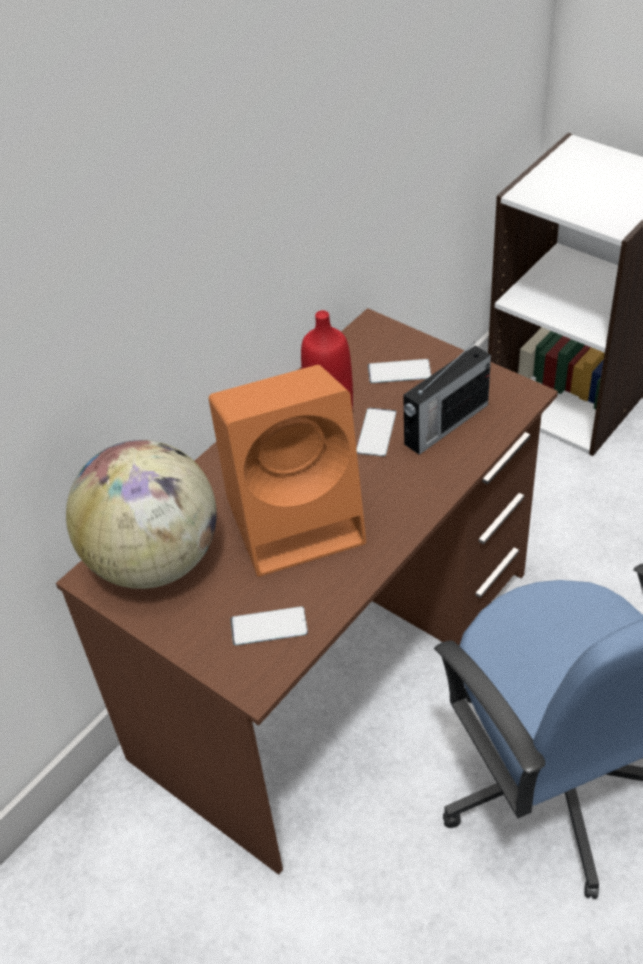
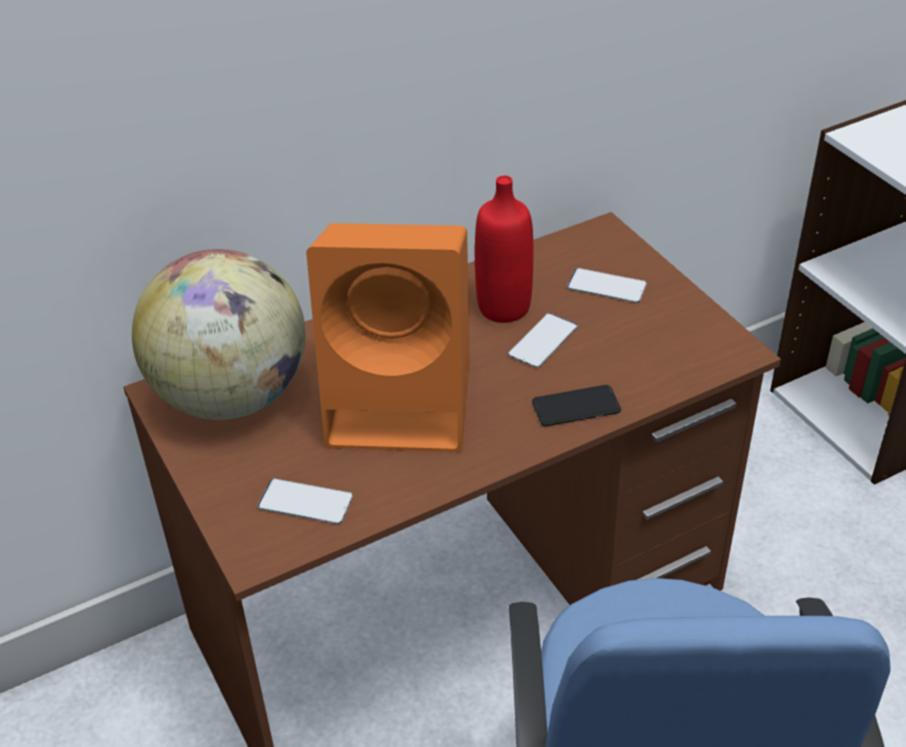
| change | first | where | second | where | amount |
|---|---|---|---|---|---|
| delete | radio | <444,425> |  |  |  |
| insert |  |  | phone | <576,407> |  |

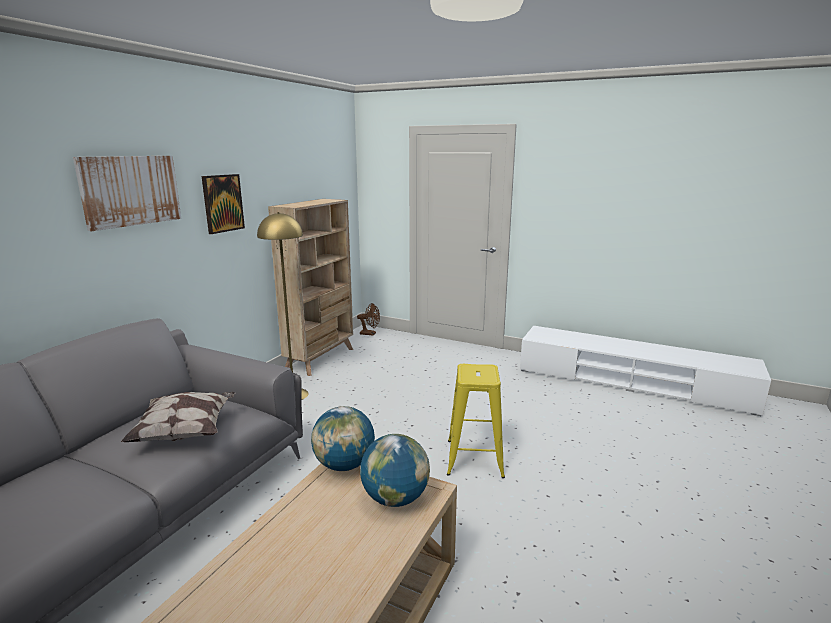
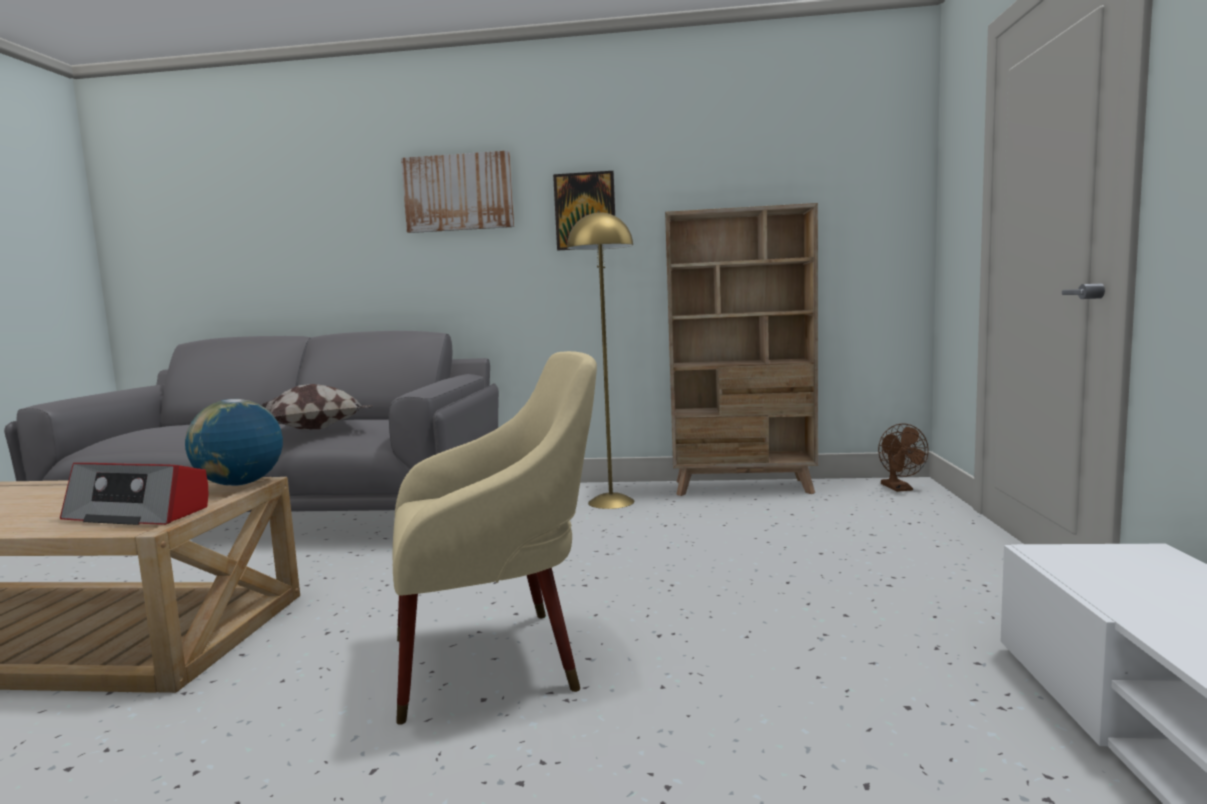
| change | first | where | second | where | amount |
|---|---|---|---|---|---|
| replace | globe | <395,498> | radio | <139,513> |  |
| replace | yellow_stool | <474,458> | beige_armchair | <499,659> |  |

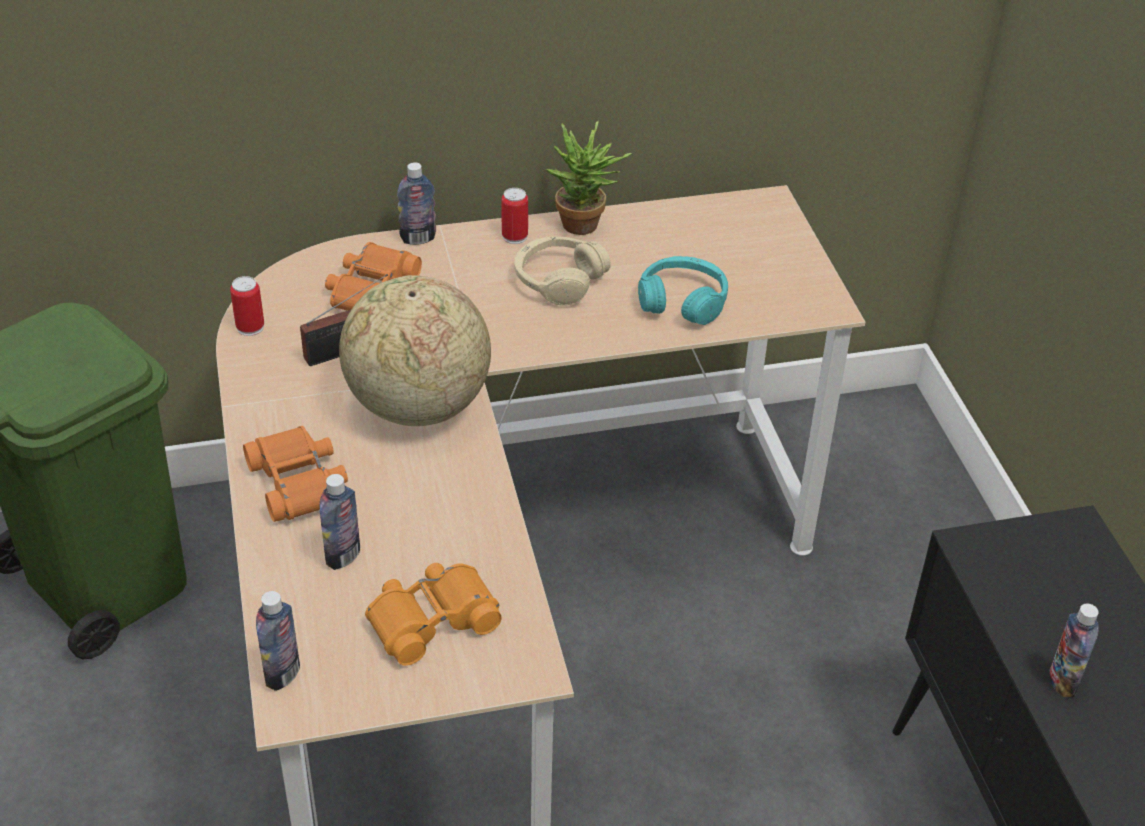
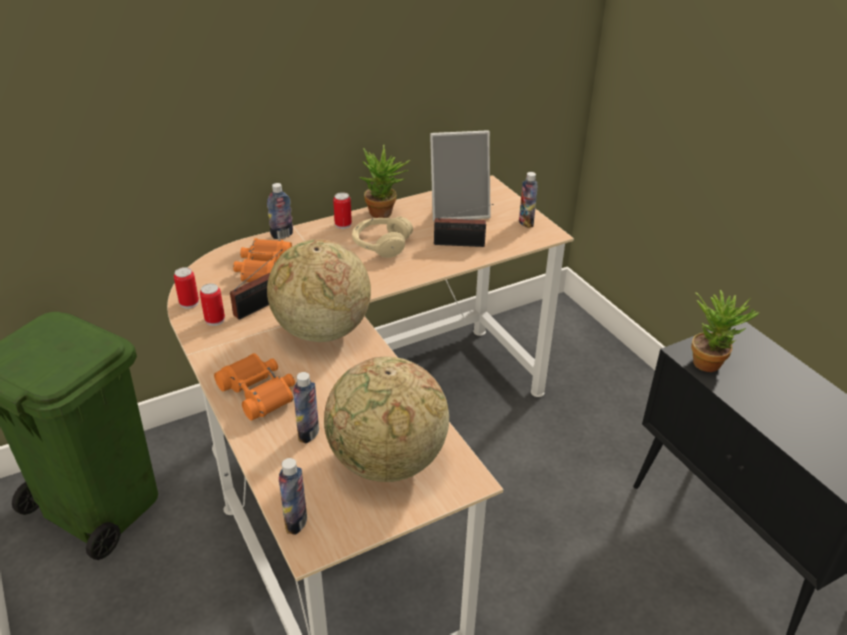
| change | first | where | second | where | amount |
|---|---|---|---|---|---|
| replace | orange_binoculars | <431,619> | globe | <387,462> |  |
| replace | turquoise_headphones | <682,301> | radio | <462,244> |  |
| move | bottle | <1062,681> |  | <526,223> |  |
| insert |  |  | can | <215,320> |  |
| insert |  |  | picture_frame | <459,210> |  |
| insert |  |  | potted_plant | <711,361> |  |

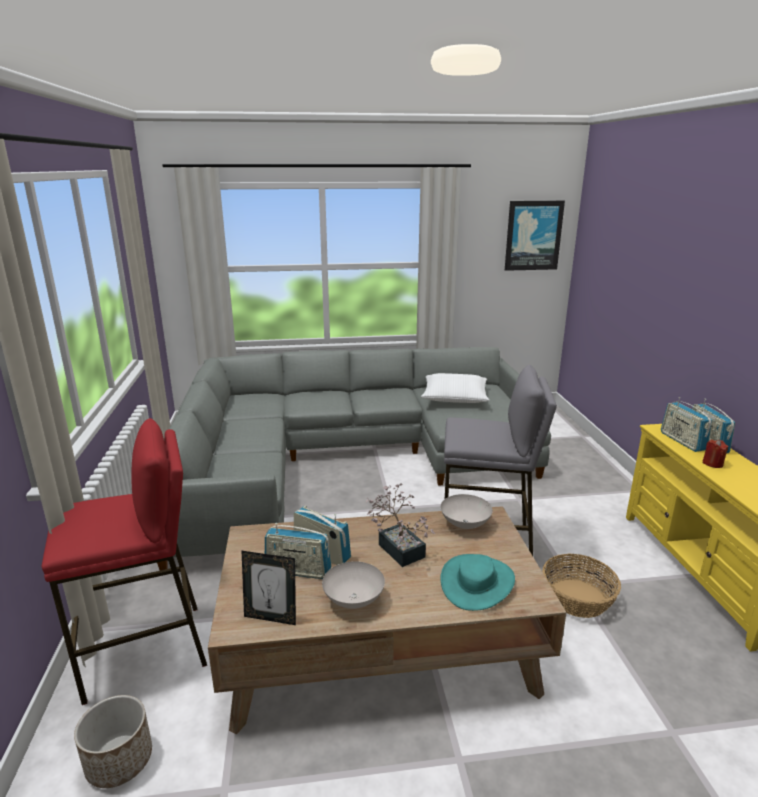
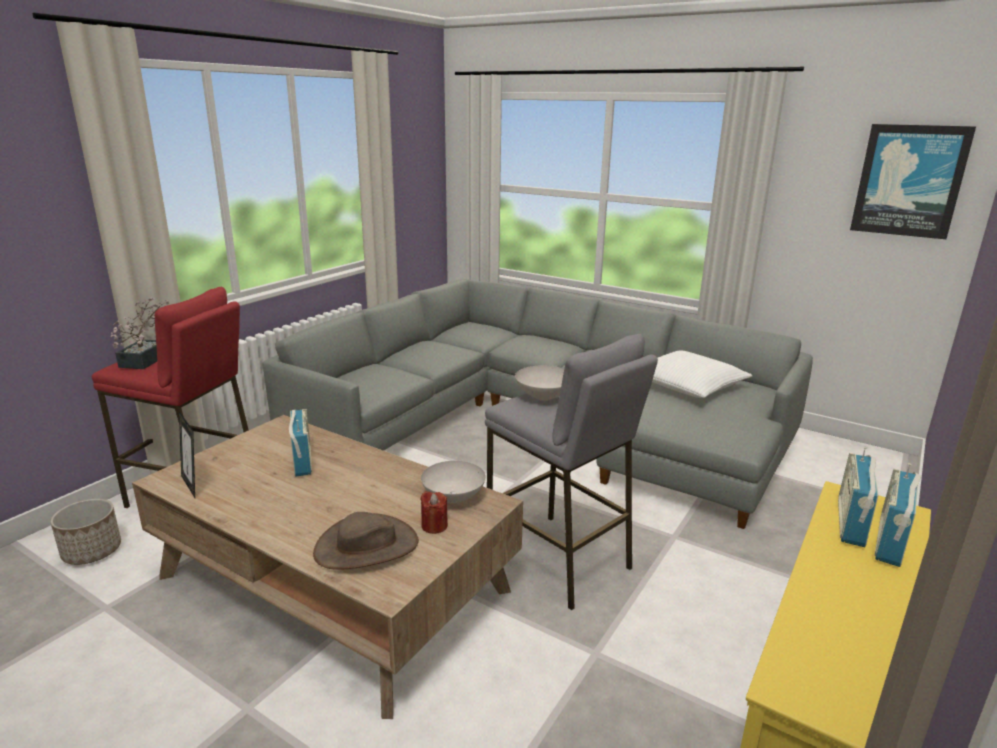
| change | first | where | second | where | amount |
|---|---|---|---|---|---|
| delete | radio | <298,571> |  |  |  |
| move | white_bowl | <352,600> |  | <543,396> |  |
| move | potted_plant | <398,547> |  | <148,359> |  |
| recolor | turquoise_hat | <477,582> | brown_hat | <366,547> |  |
| delete | basket | <576,598> |  |  |  |
| move | red_candle | <712,463> |  | <434,526> |  |

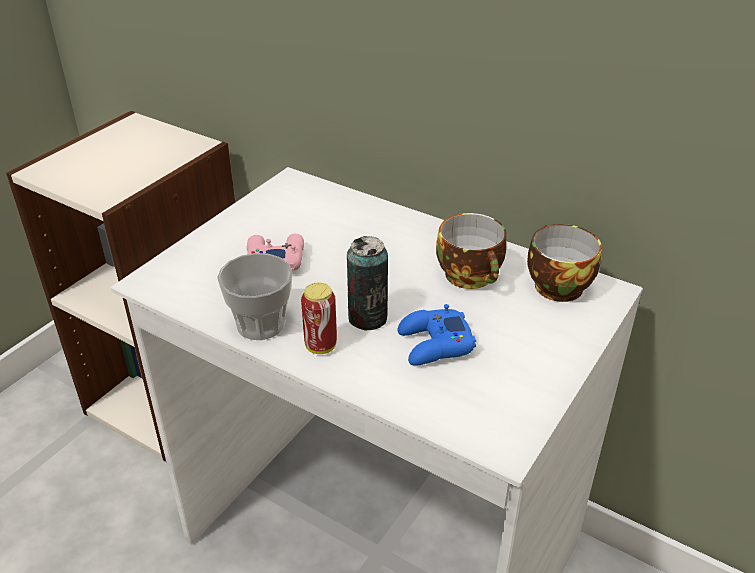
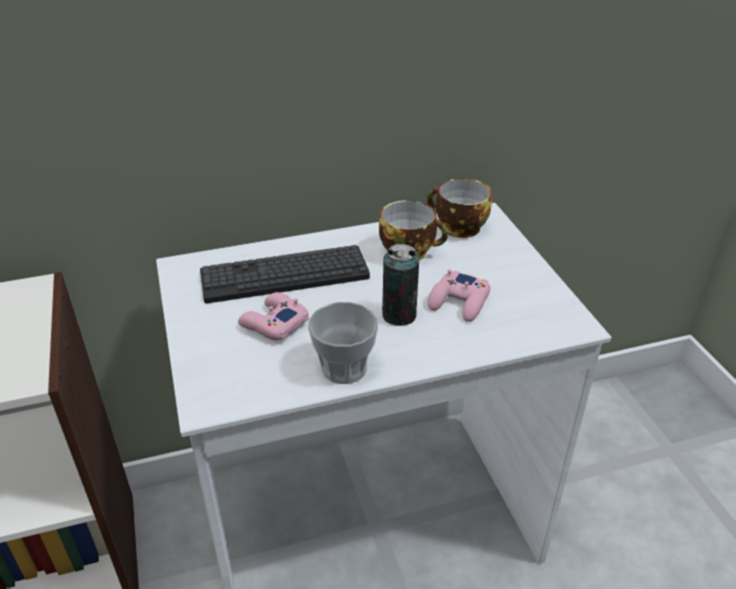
| change | first | where | second | where | amount |
|---|---|---|---|---|---|
| delete | can | <321,346> |  |  |  |
| recolor | blue_game_controller | <434,344> | pink_game_controller | <459,302> |  |
| insert |  |  | keyboard | <285,275> |  |

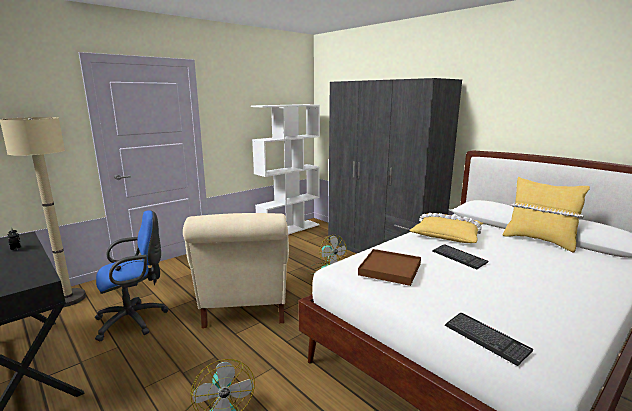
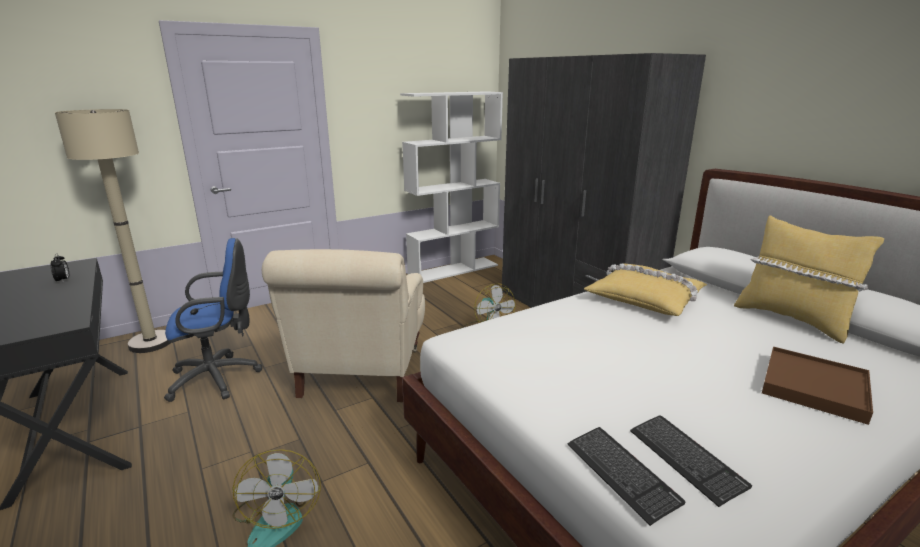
| change | first | where | second | where | amount |
|---|---|---|---|---|---|
| move | brown_tray | <389,269> |  | <814,387> |  |
| move | keyboard | <459,257> |  | <685,459> |  |

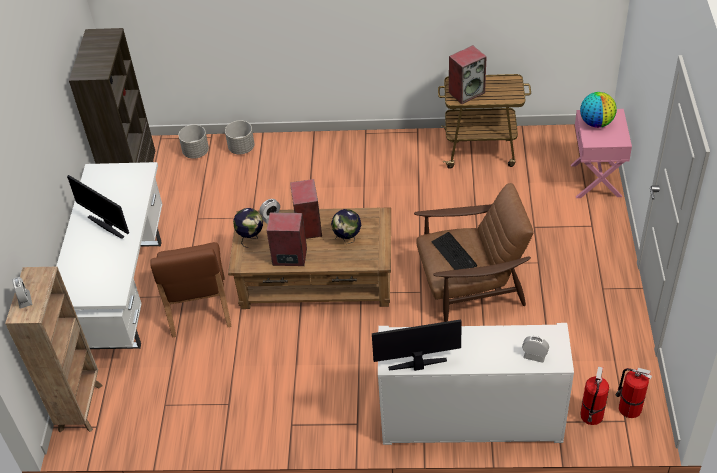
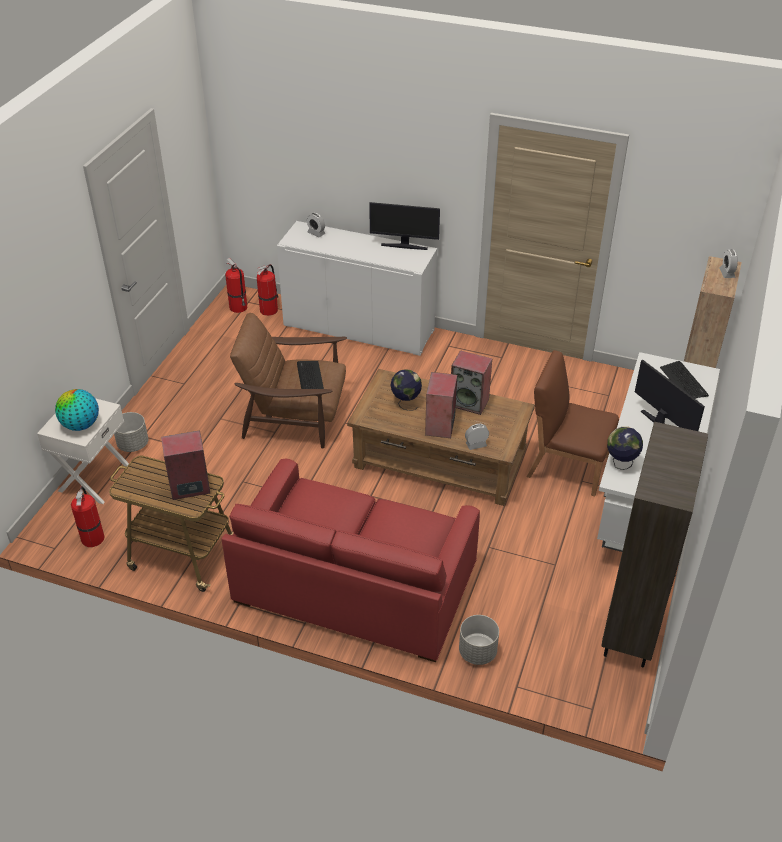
| change | first | where | second | where | amount |
|---|---|---|---|---|---|
| rotate | brown_chair | <198,307> |  | <567,465> | 75 degrees counterclockwise |
| move | grey_planter | <196,152> |  | <133,444> |  |
| move | globe | <251,238> |  | <620,463> |  |
| recolor | pink_nightstand | <596,180> | white_nightstand | <94,478> |  |
| insert |  |  | fire_extinguisher | <92,537> |  |
| insert |  |  | red_sofa | <354,583> |  |
| insert |  |  | keyboard | <684,381> |  |

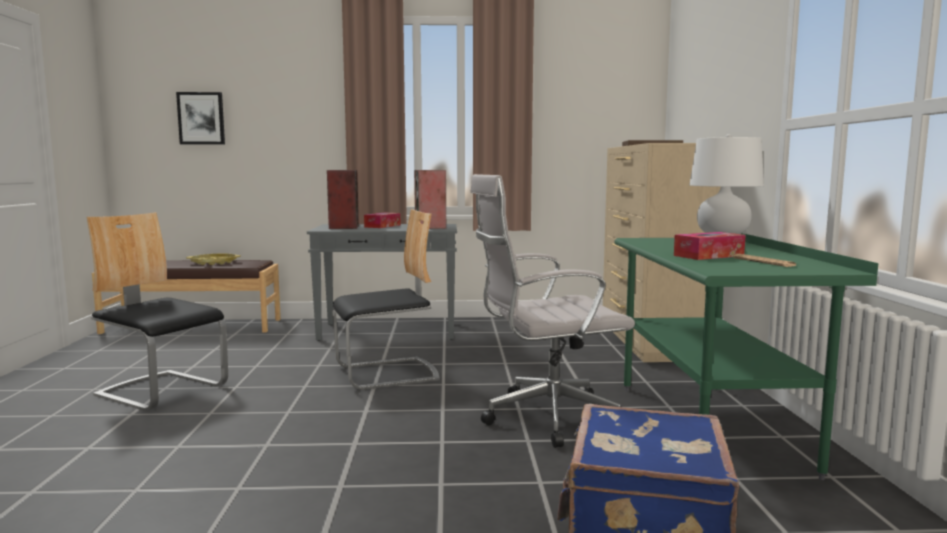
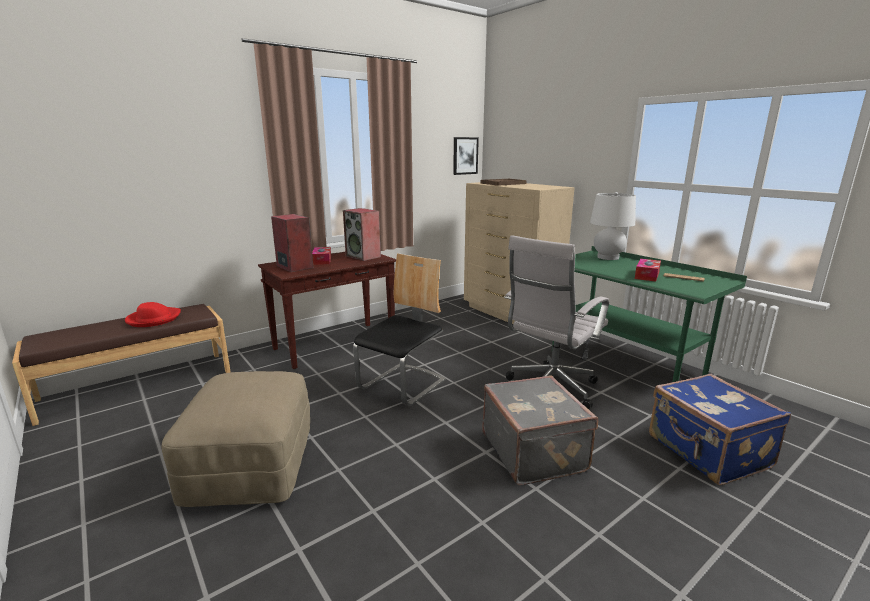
| change | first | where | second | where | amount |
|---|---|---|---|---|---|
| replace | chair | <162,390> | beige_ottoman | <250,465> |  |
| move | picture | <201,118> |  | <465,156> |  |
| replace | yellow_tray | <214,262> | red_hat | <153,319> |  |
| recolor | grey_console_table | <389,331> | brown_console_table | <335,344> |  |
| insert |  |  | grey_suitcase | <534,451> |  |

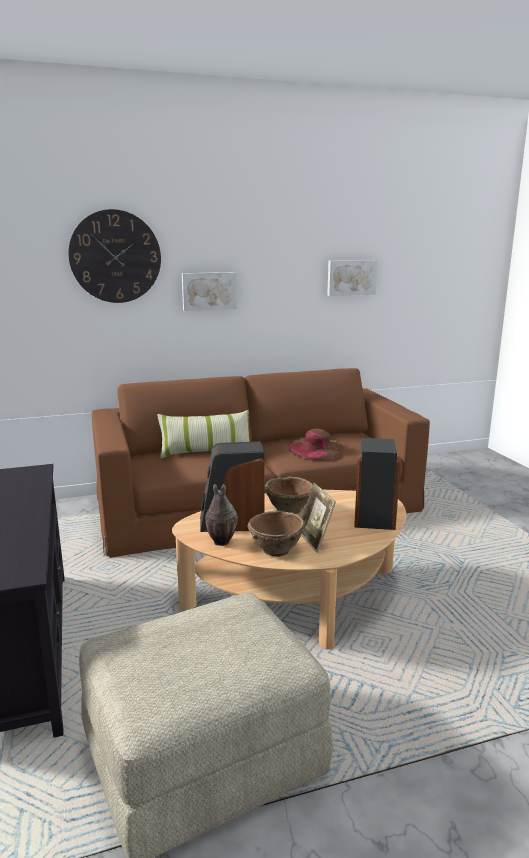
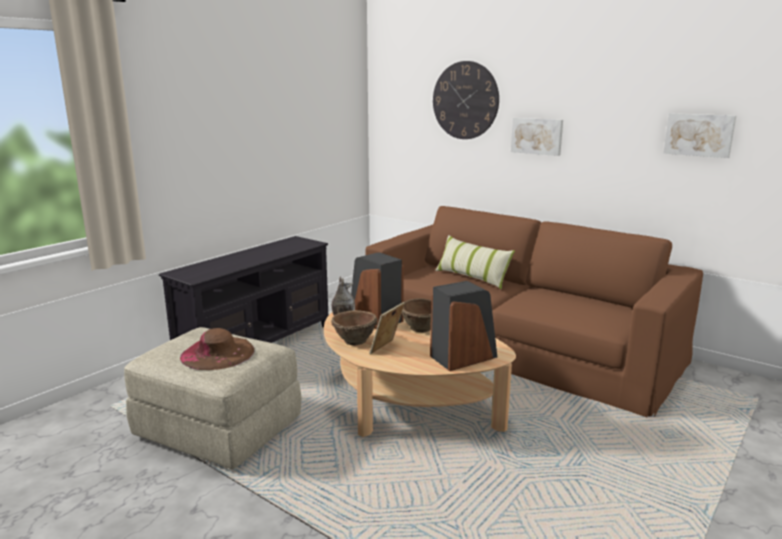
| change | first | where | second | where | amount |
|---|---|---|---|---|---|
| move | brown_hat | <316,448> |  | <217,353> |  |

